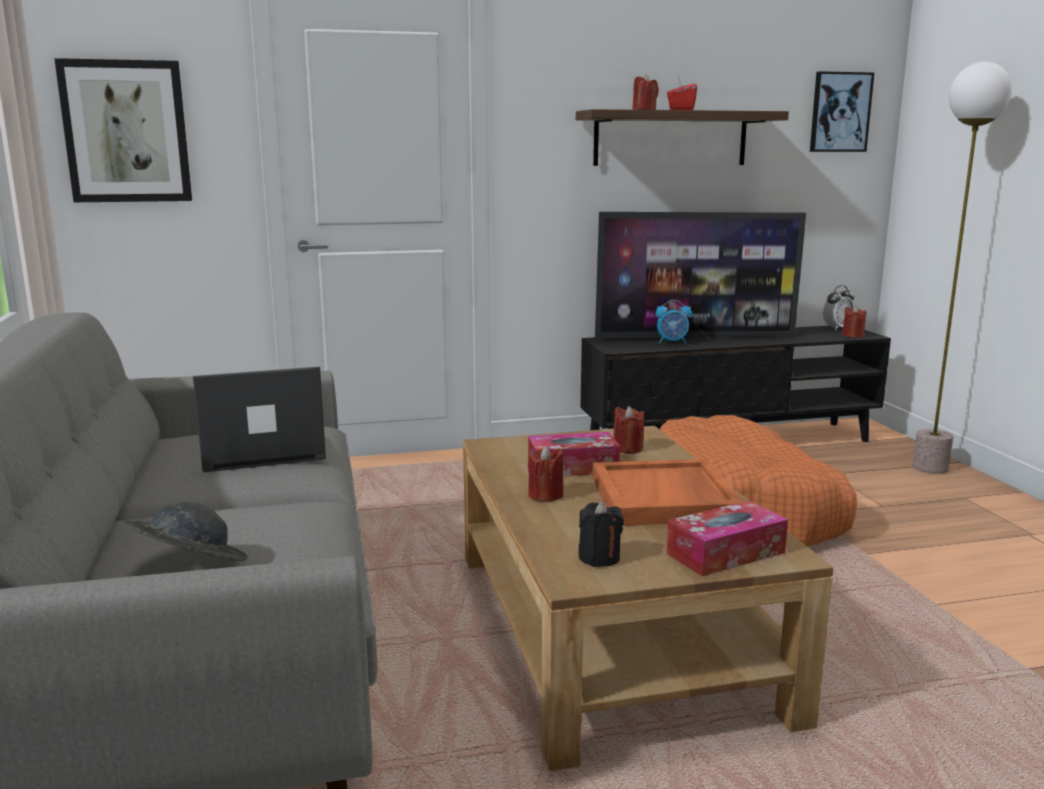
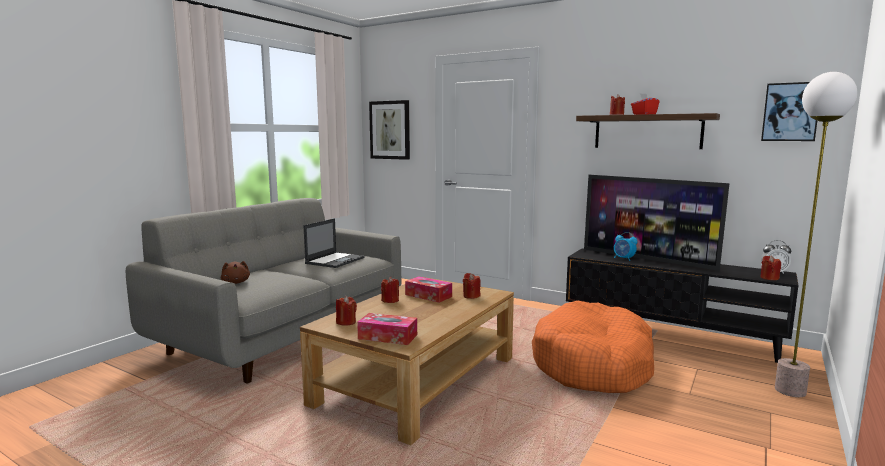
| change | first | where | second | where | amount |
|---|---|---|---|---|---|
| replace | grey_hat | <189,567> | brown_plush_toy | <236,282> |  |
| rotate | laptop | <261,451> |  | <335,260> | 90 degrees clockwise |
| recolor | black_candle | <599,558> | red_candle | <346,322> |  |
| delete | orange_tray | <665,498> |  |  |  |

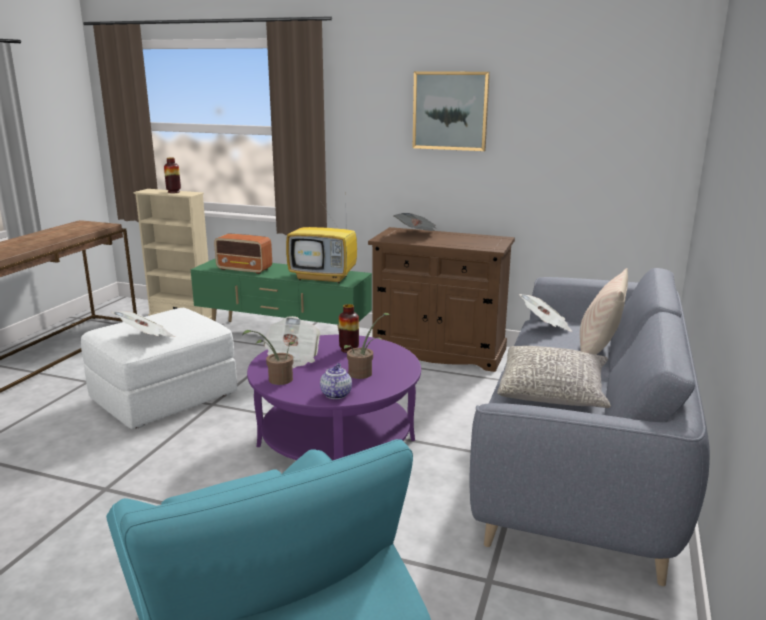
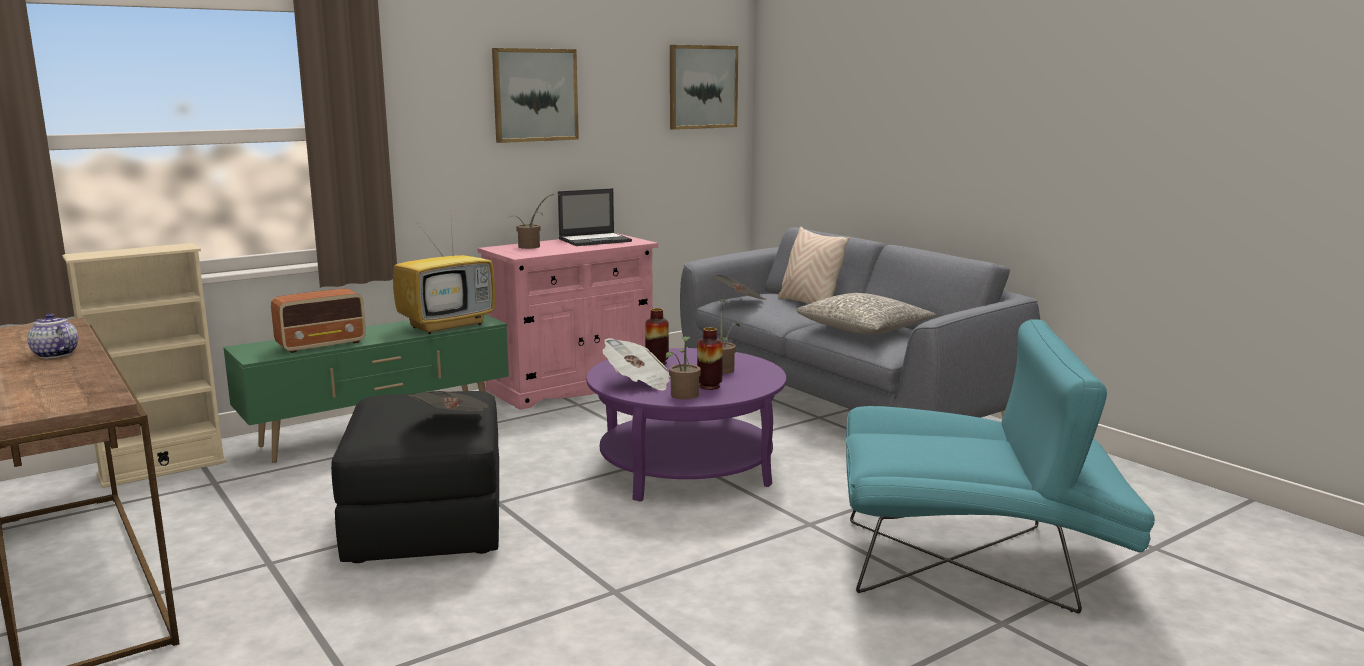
| change | first | where | second | where | amount |
|---|---|---|---|---|---|
| recolor | white_ottoman | <164,398> | black_ottoman | <427,524> |  |
| move | vase | <173,192> |  | <709,386> |  |
| move | teapot | <335,394> |  | <54,354> |  |
| recolor | brown_cabinet | <438,351> | pink_cabinet | <572,385> |  |
| replace | newspaper | <416,234> | potted_plant | <532,247> |  |
| insert |  |  | laptop | <595,240> |  |
| insert |  |  | picture | <702,87> |  |

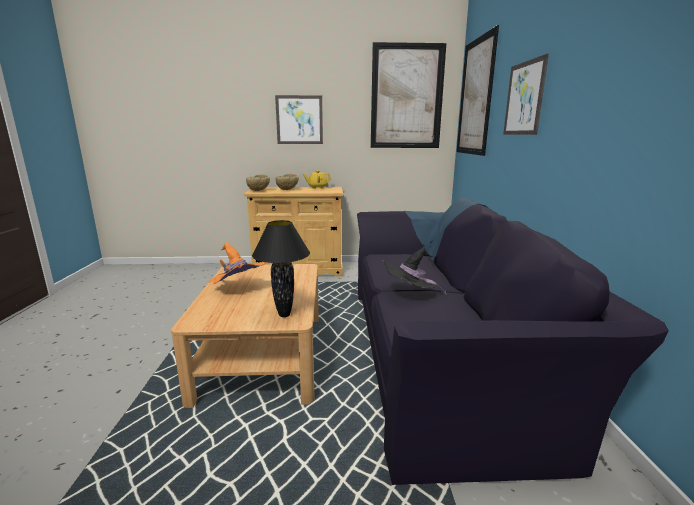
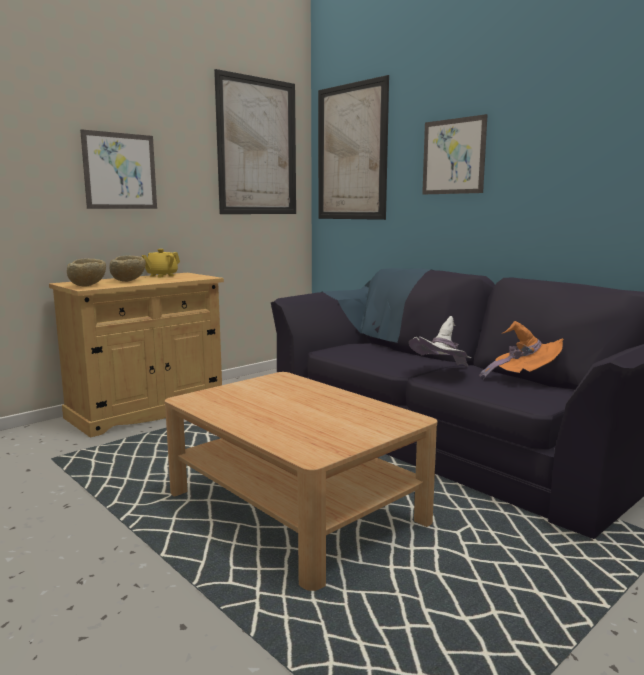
| change | first | where | second | where | amount |
|---|---|---|---|---|---|
| move | orange_hat | <237,289> |  | <524,378> |  |
| delete | black_table_lamp | <284,314> |  |  |  |
| recolor | black_hat | <410,295> | white_hat | <442,374> |  |

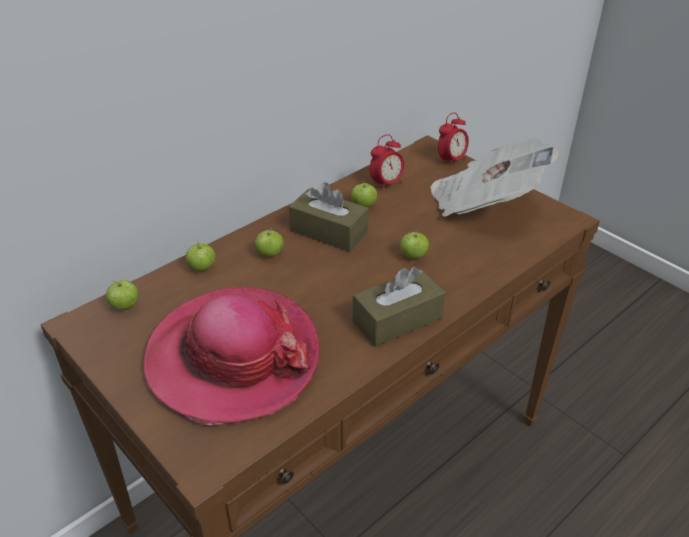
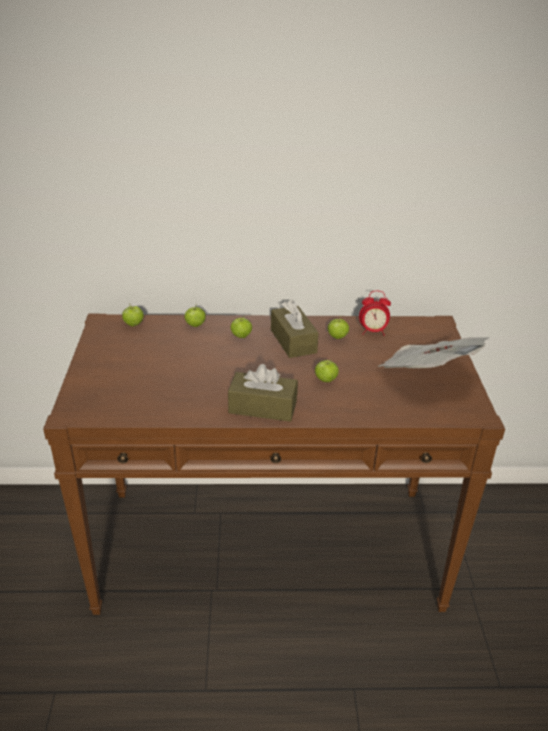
| change | first | where | second | where | amount |
|---|---|---|---|---|---|
| delete | hat | <233,357> |  |  |  |
| delete | alarm_clock | <451,160> |  |  |  |

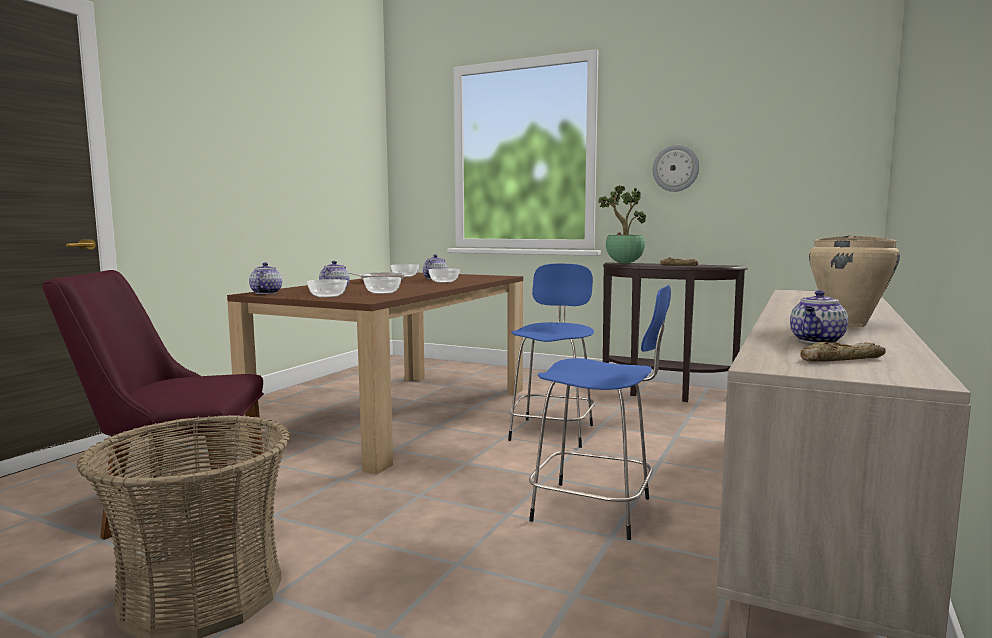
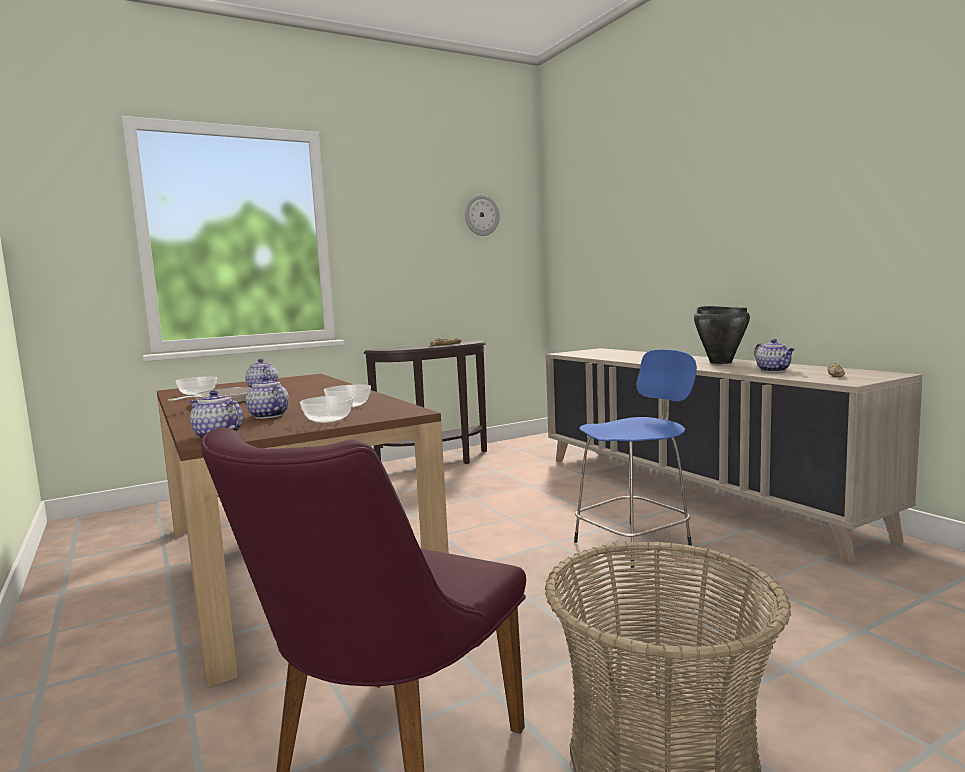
| change | first | where | second | where | amount |
|---|---|---|---|---|---|
| delete | bowl | <443,281> |  |  |  |
| delete | blue_stool | <553,431> |  |  |  |
| delete | potted_plant | <623,263> |  |  |  |
| move | wall_clock | <675,168> |  | <481,215> |  |
| recolor | beige_cooking_pot | <848,324> | black_cooking_pot | <720,362> |  |

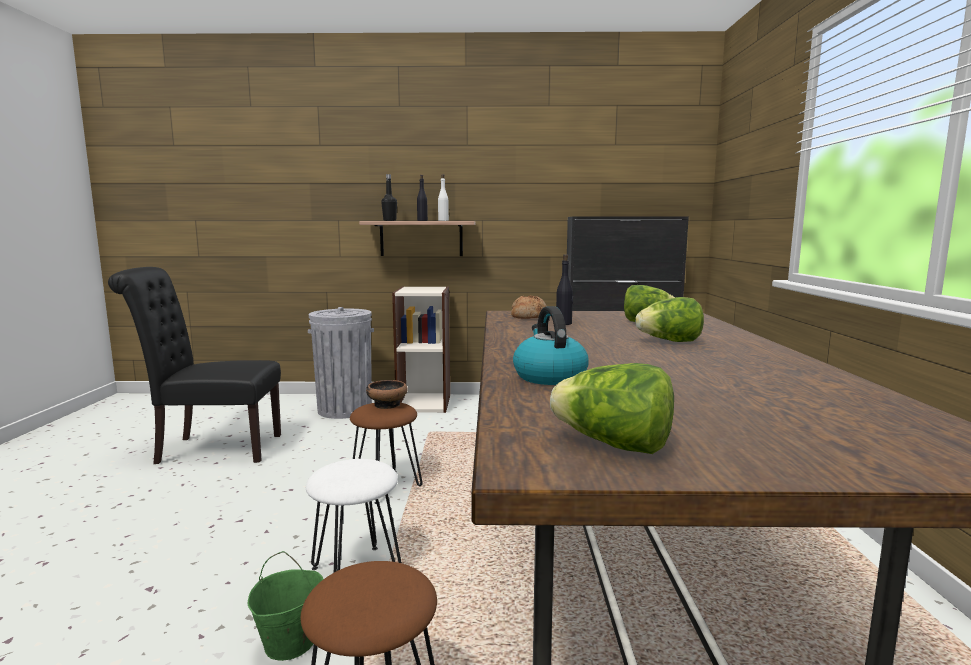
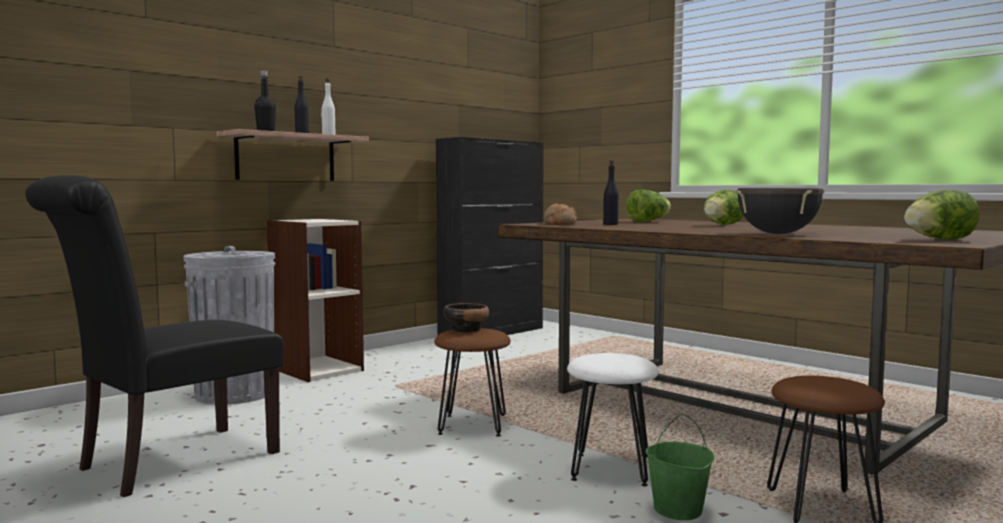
| change | first | where | second | where | amount |
|---|---|---|---|---|---|
| replace | kettle | <549,376> | black_cooking_pot | <778,234> |  |

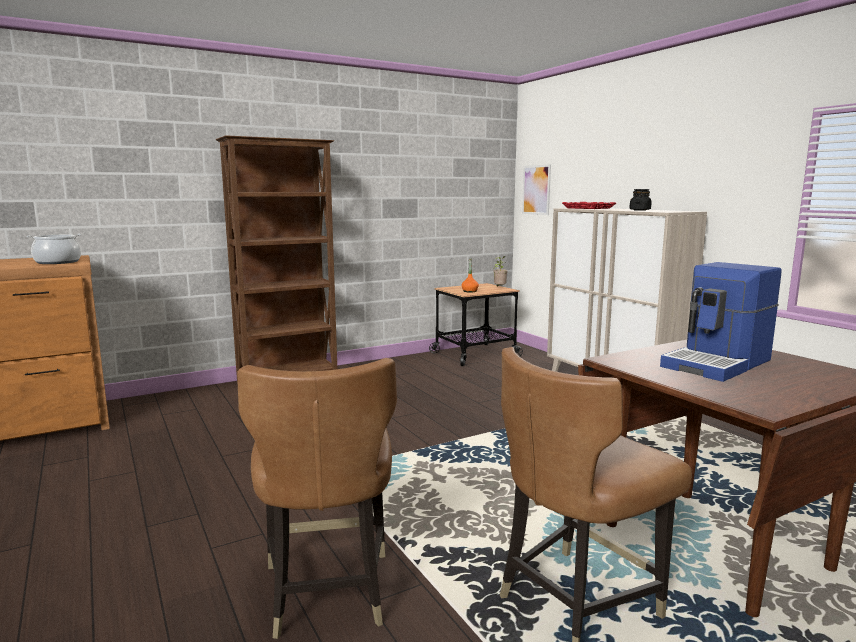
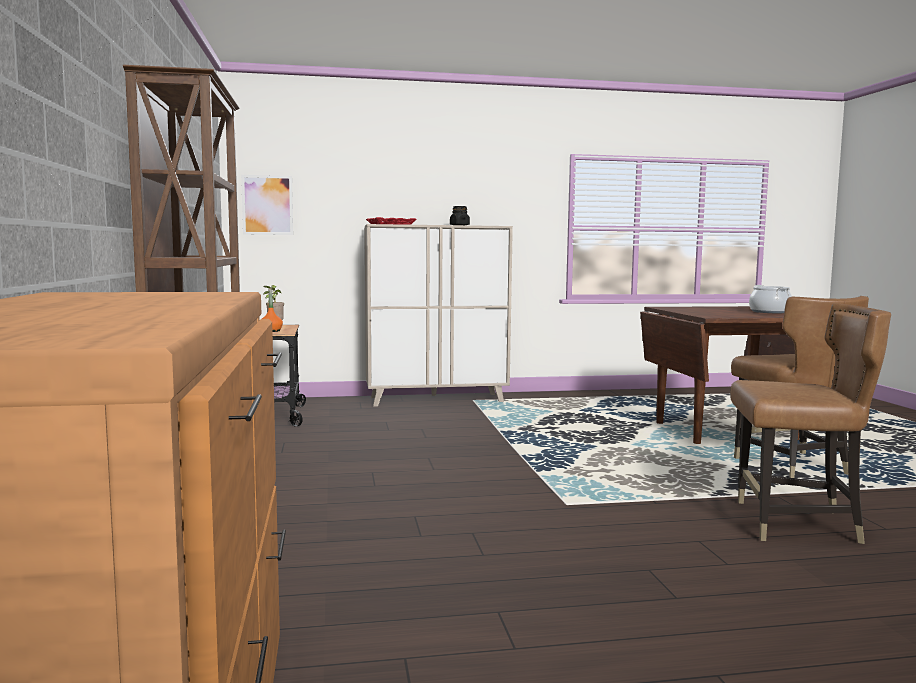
| change | first | where | second | where | amount |
|---|---|---|---|---|---|
| move | cooking_pot | <58,262> |  | <770,312> |  |
| delete | coffee_machine | <718,363> |  |  |  |

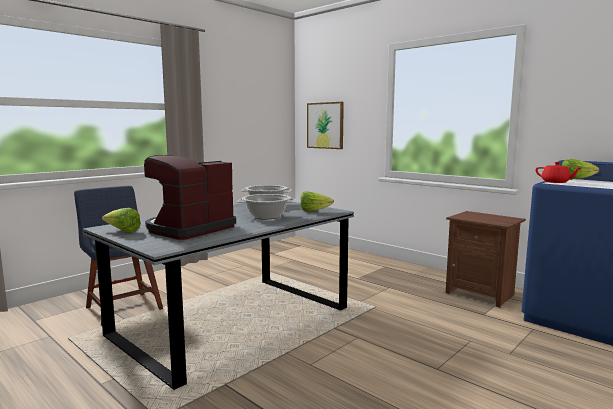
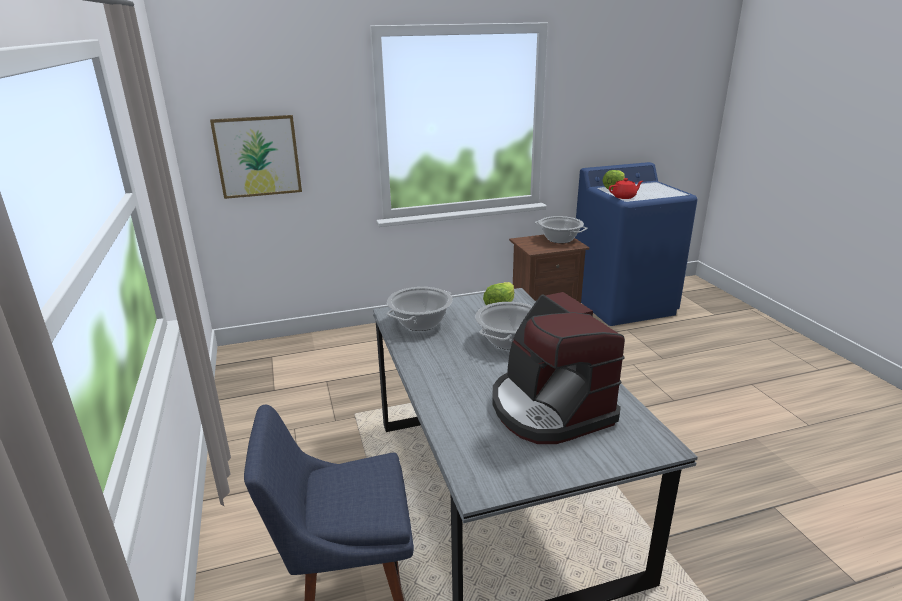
| change | first | where | second | where | amount |
|---|---|---|---|---|---|
| delete | lettuce | <123,231> |  |  |  |
| insert |  |  | cooking_pot | <560,239> |  |

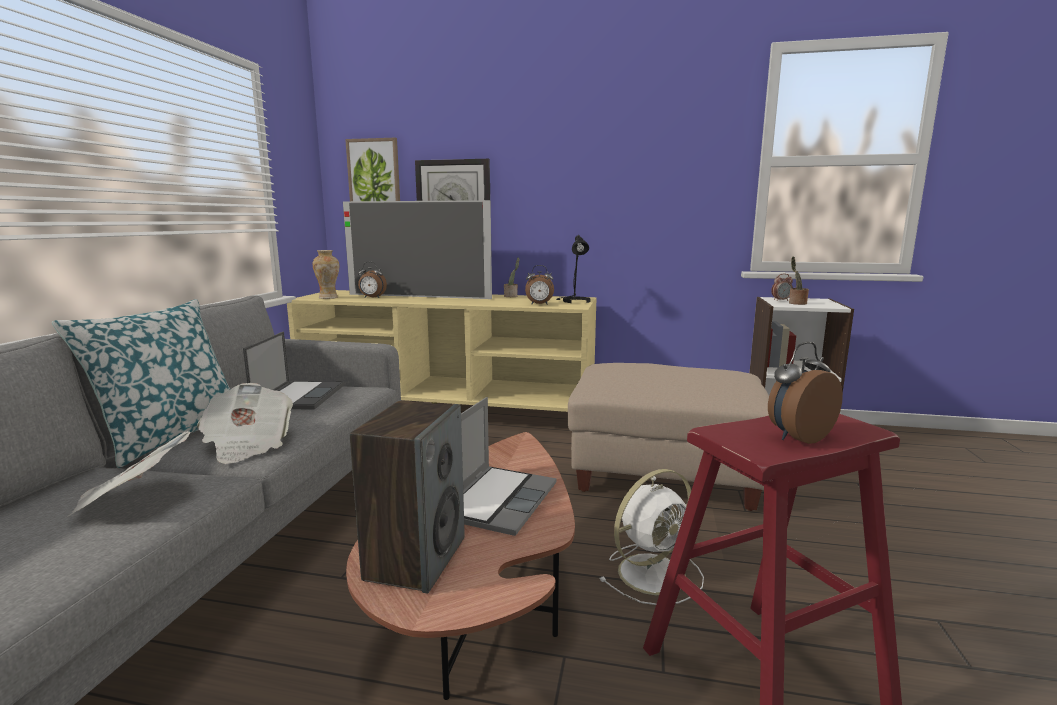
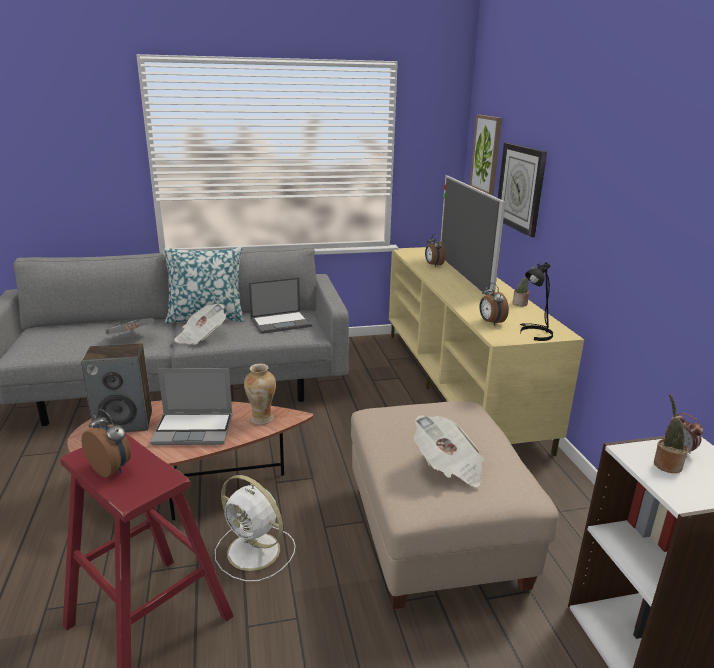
| change | first | where | second | where | amount |
|---|---|---|---|---|---|
| move | vase | <328,298> |  | <261,419> |  |
| insert |  |  | newspaper | <448,467> |  |

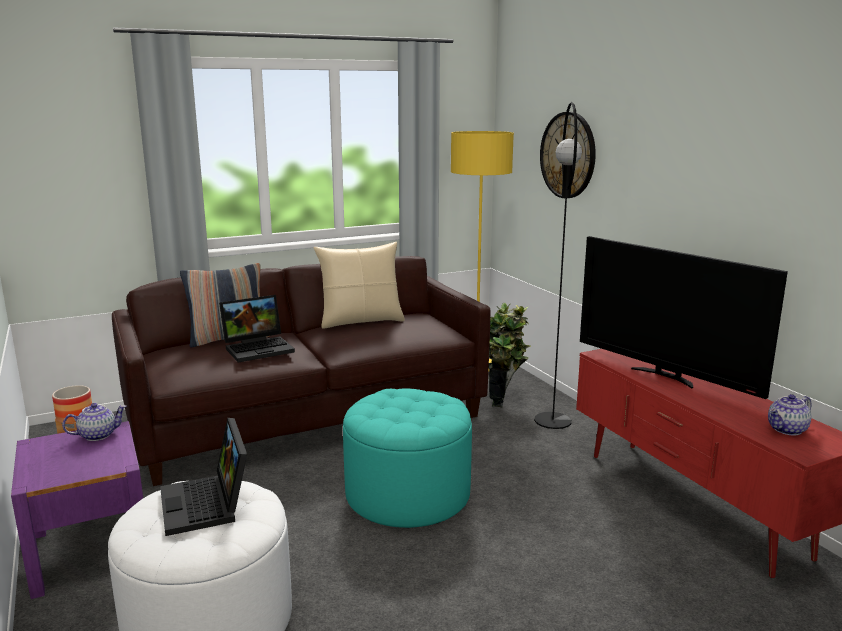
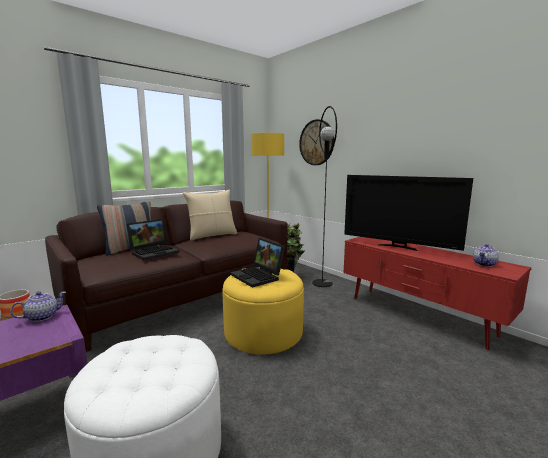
| change | first | where | second | where | amount |
|---|---|---|---|---|---|
| move | laptop | <208,505> |  | <259,276> |  |
| recolor | turquoise_ottoman | <407,494> | yellow_ottoman | <263,333> |  |

